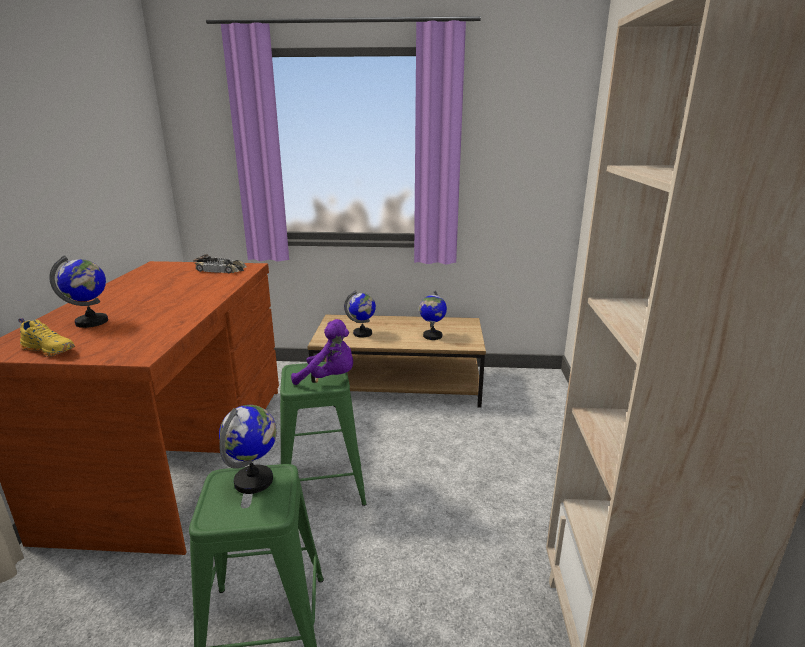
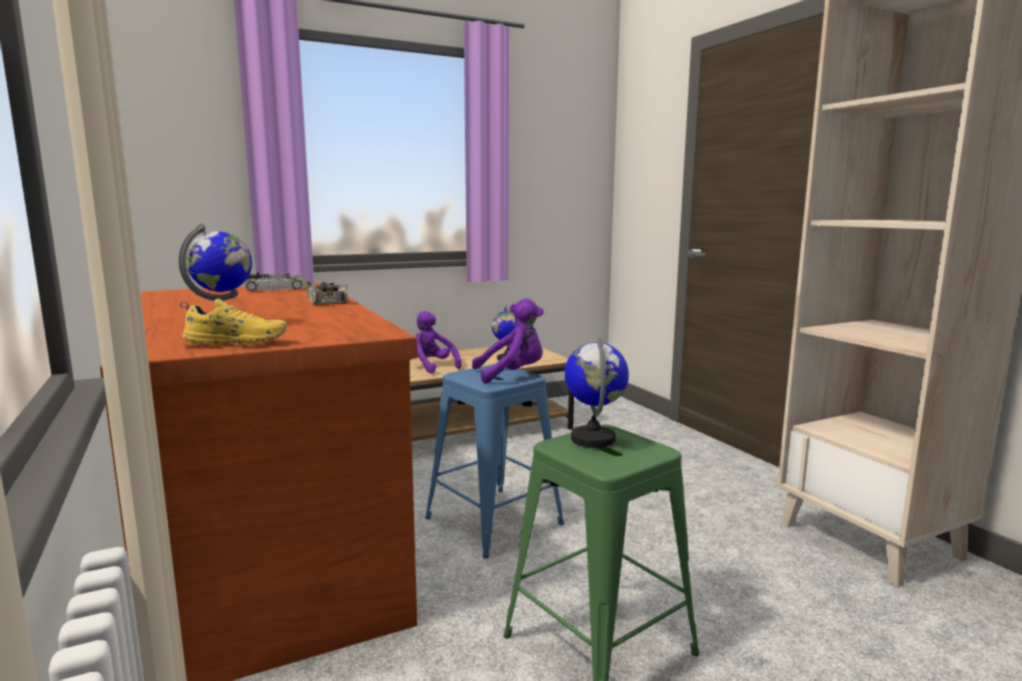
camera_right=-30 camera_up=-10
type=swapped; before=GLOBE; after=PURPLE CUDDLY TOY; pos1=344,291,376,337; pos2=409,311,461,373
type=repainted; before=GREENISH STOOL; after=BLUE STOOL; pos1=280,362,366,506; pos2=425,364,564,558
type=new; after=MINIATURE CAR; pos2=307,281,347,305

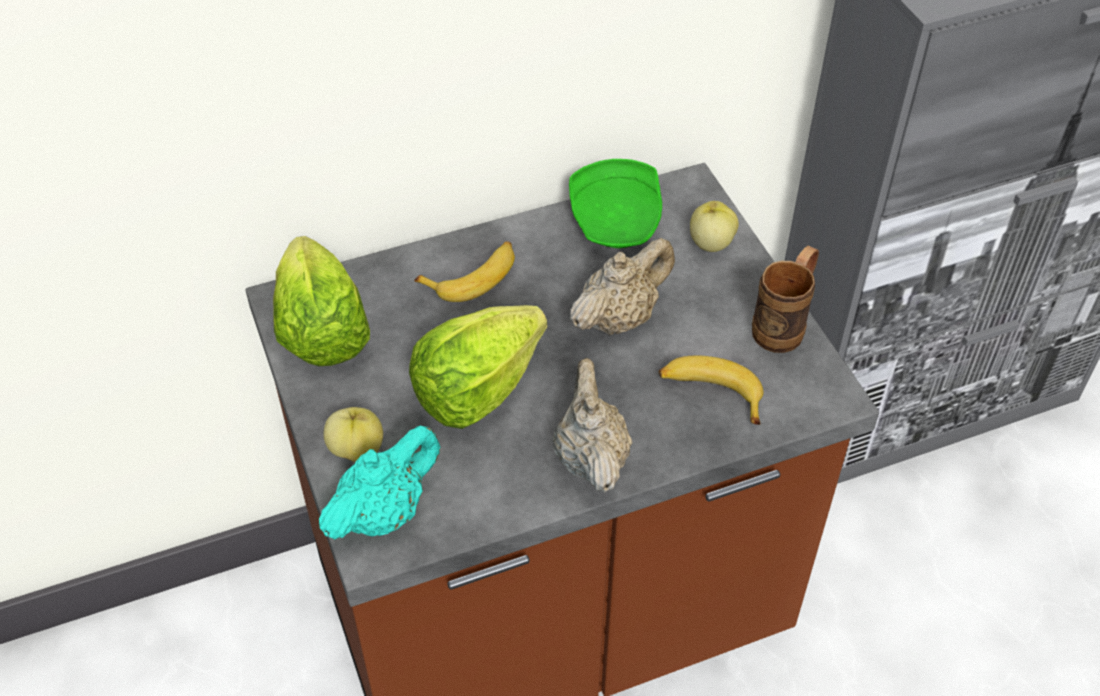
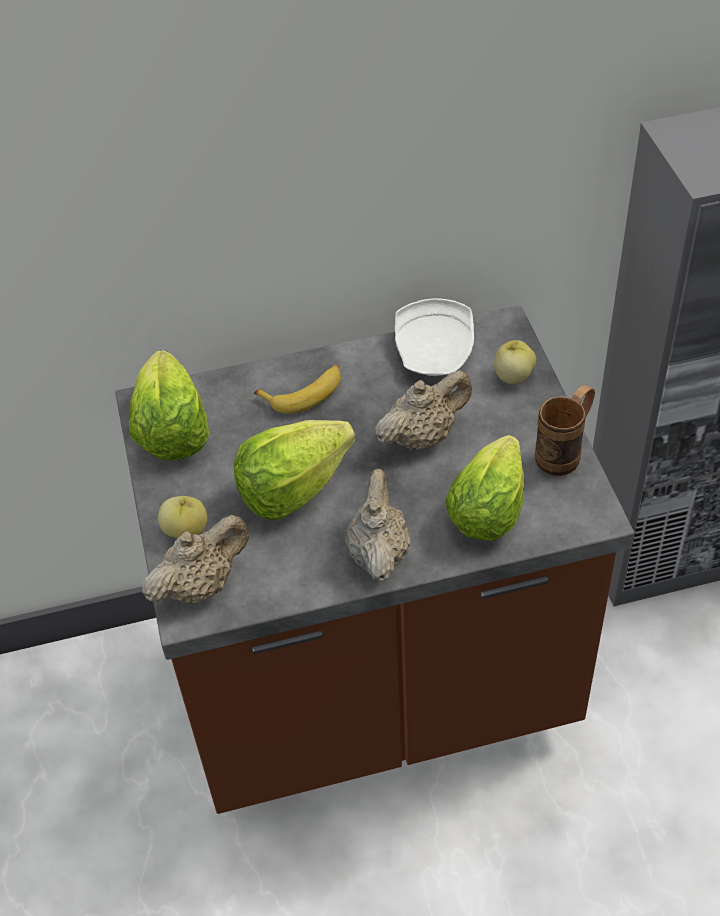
camera_right=10 camera_up=0
type=repainted; before=GREENISH DINNER PLATE; after=WHITE DINNER PLATE; pos1=569,159,662,248; pos2=395,298,474,376
type=swapped; before=BANANA FRUIT; after=LETTUCE; pos1=659,356,764,425; pos2=445,435,524,541
type=repainted; before=BLUE-GREEN POT FOR TEA; after=SAND-COLOURED POT FOR TEA; pos1=319,426,440,540; pos2=142,515,249,604

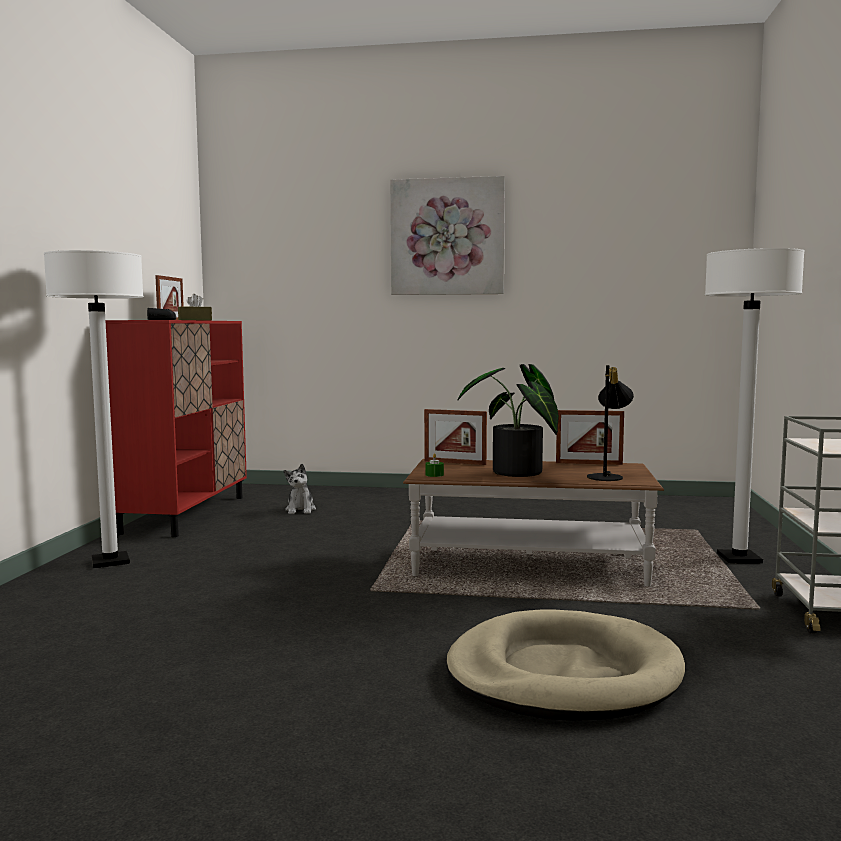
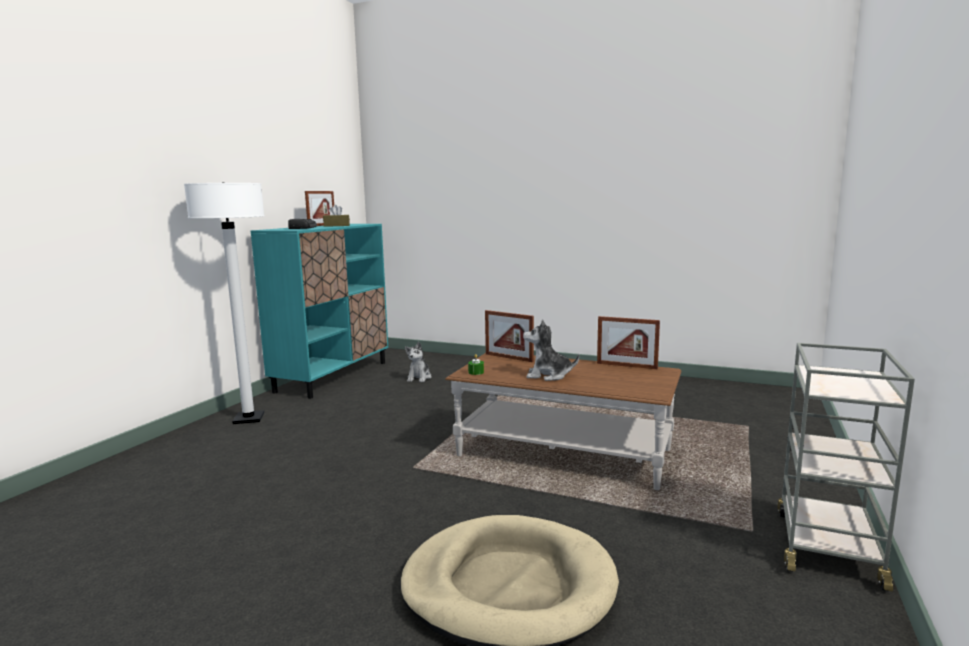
camera_right=15 camera_up=5
type=gone; before=WALL ART; pos1=390,176,505,295
type=gone; before=WHITE STANDARD LAMP; pos1=705,248,805,564
type=repainted; before=RED-COLOURED CABINET; after=BLUE-GREEN CABINET; pos1=105,320,247,537; pos2=251,224,388,399
type=swapped; before=POTTED PLANT; after=CUDDLY TOY; pos1=458,364,559,477; pos2=523,319,579,381
type=gone; before=BLACK-COLOURED TABLE LAMP; pos1=587,365,634,481

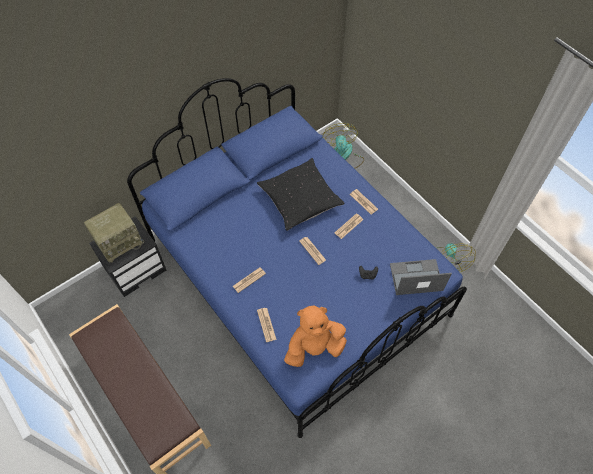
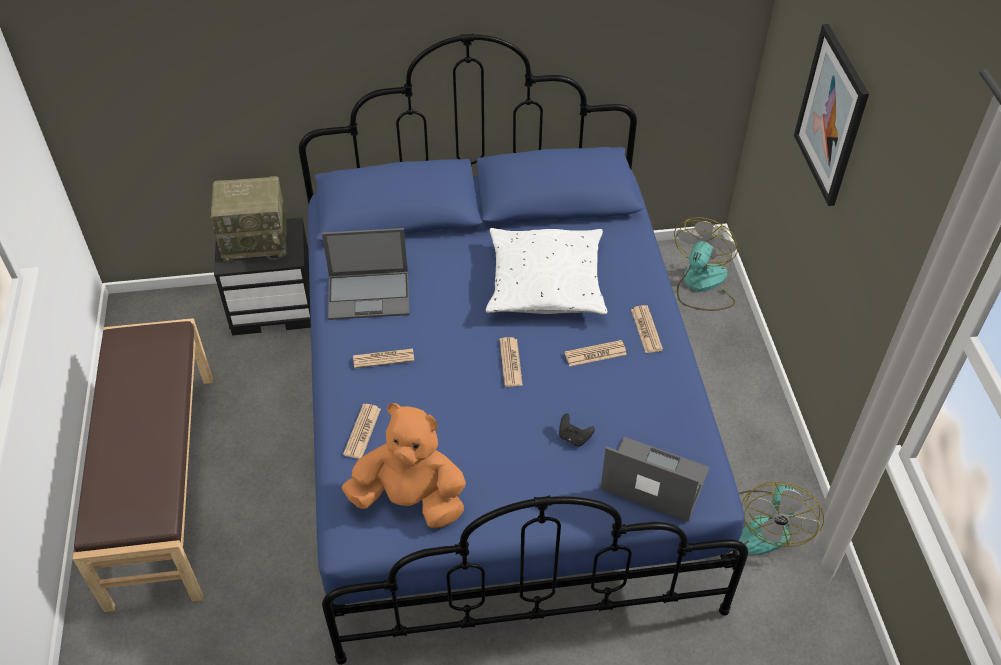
camera_right=30 camera_up=-10
type=repainted; before=BLACK-COLOURED THROW PILLOW; after=WHITE THROW PILLOW; pos1=257,158,345,231; pos2=486,228,607,315
type=new; after=WALL ART; pos2=794,24,869,206
type=new; after=NOTEBOOK COMPUTER; pos2=322,228,409,320

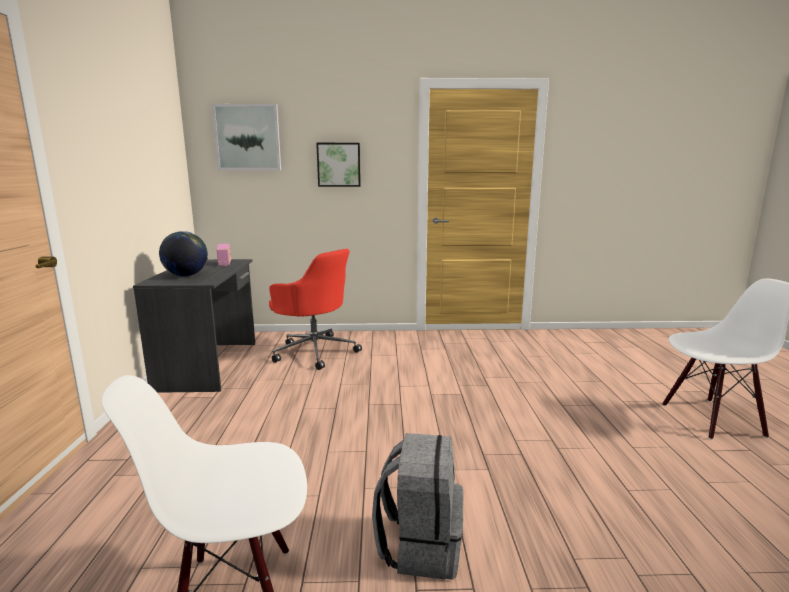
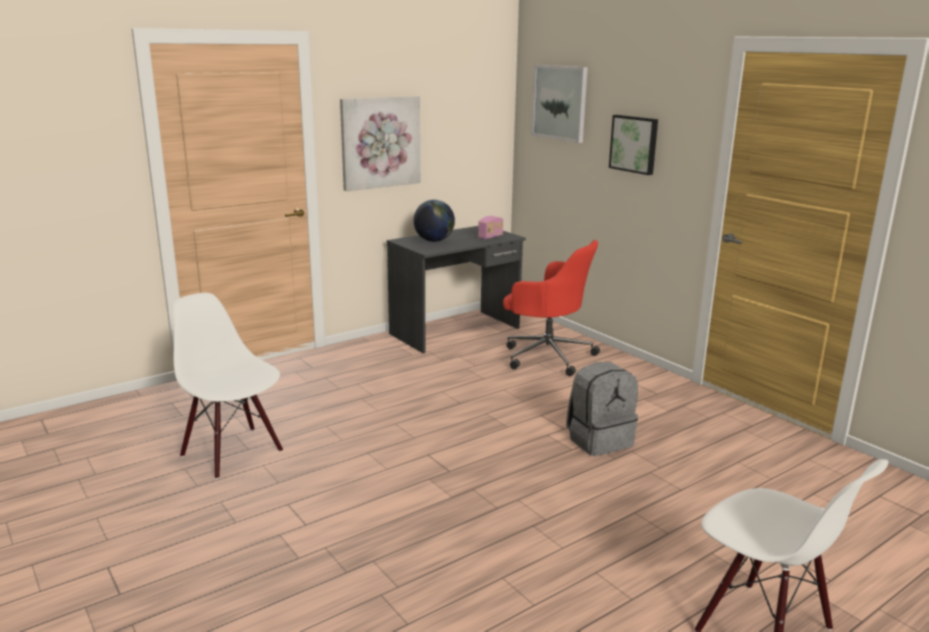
camera_right=55 camera_up=5
type=rotated; before=RED-COLOURED OFFICE CHAIR; pos1=269,249,362,370; pos2=503,240,600,376; turn=-60
type=shifted; before=GREY RUCKSACK; pos1=372,433,463,580; pos2=566,362,638,456
type=new; after=WALL ART; pos2=340,96,420,191

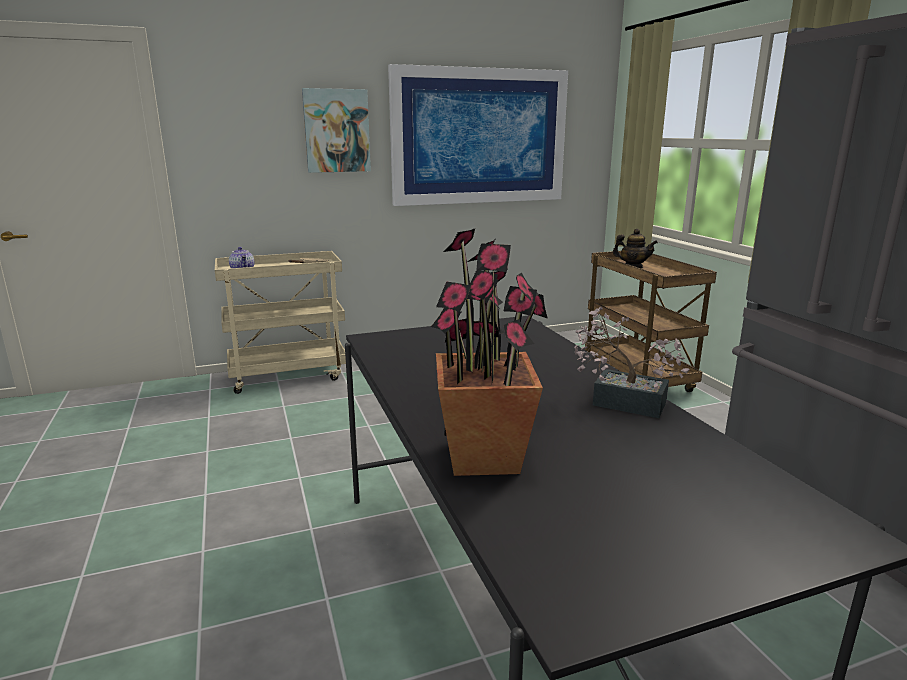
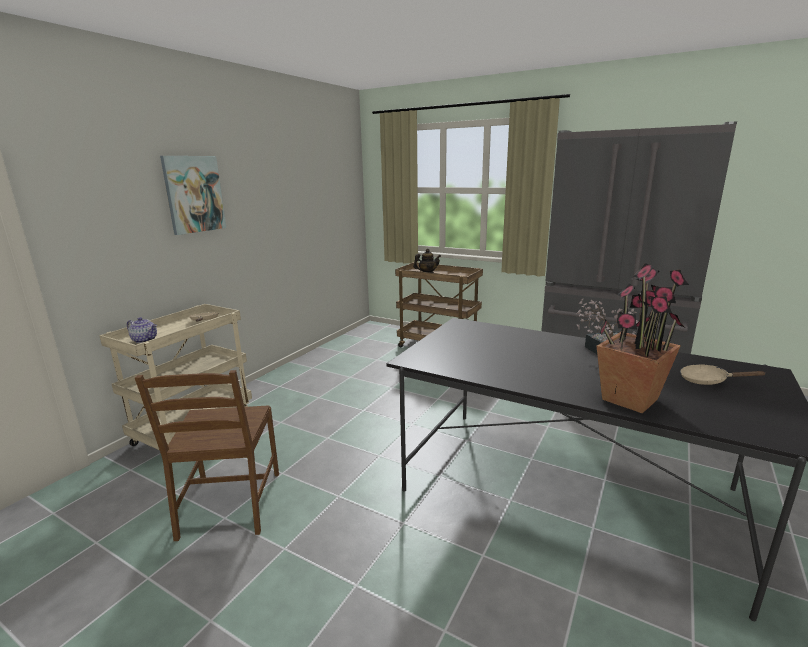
camera_right=-40 camera_up=0
type=gone; before=WALL ART; pos1=388,64,568,206
type=new; after=SAND-COLOURED FRYING PAN; pos2=680,364,765,385
type=new; after=BROWN-COLOURED PLAIN CHAIR; pos2=135,370,279,541

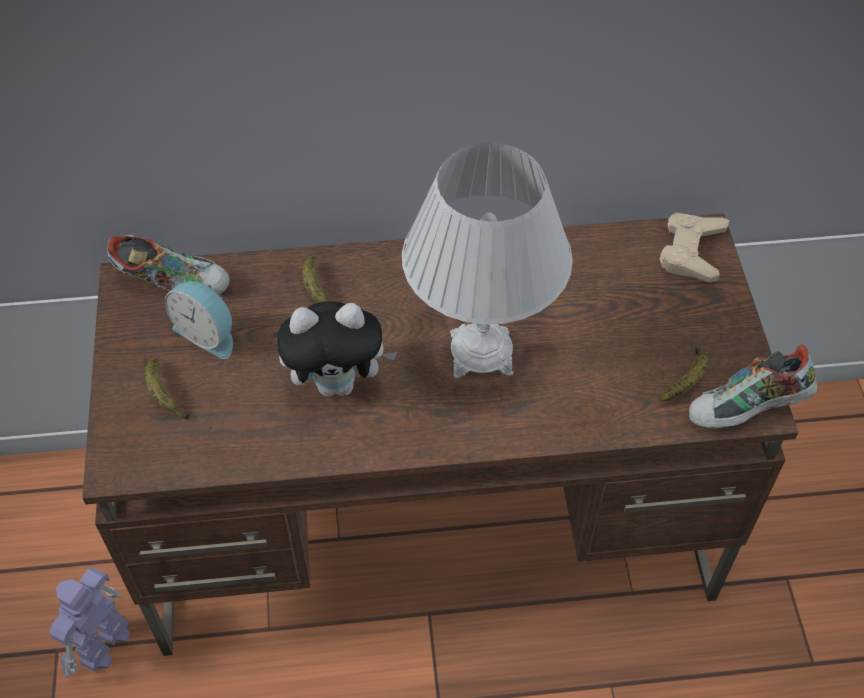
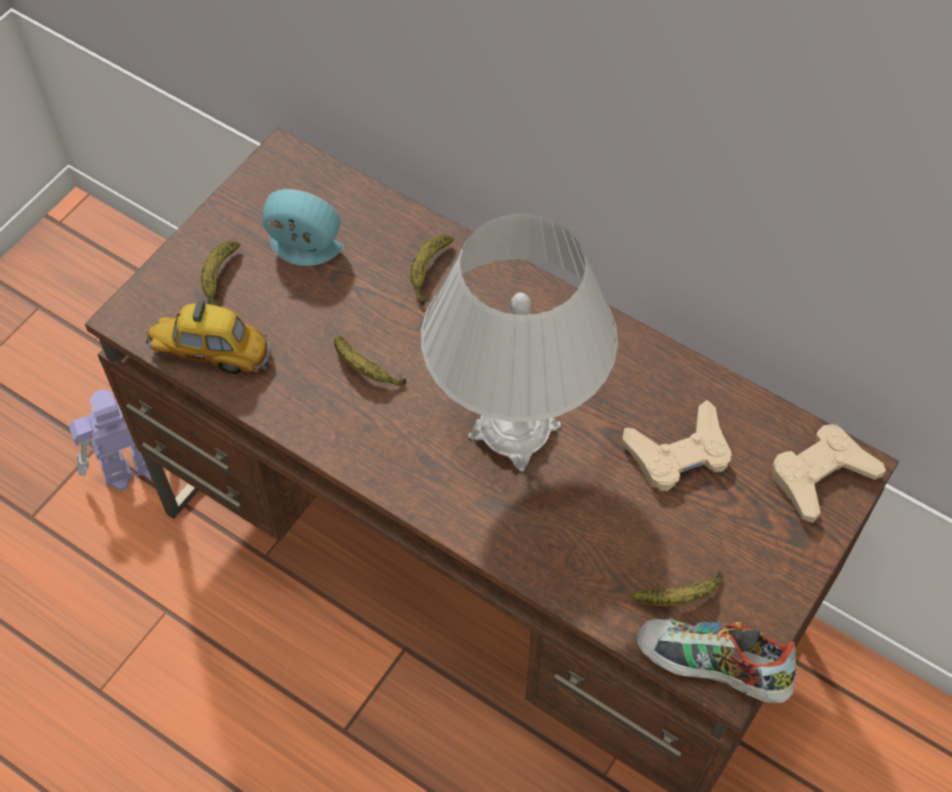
camera_right=40 camera_up=5
type=gone; before=LOW SHOE; pos1=107,235,230,294
type=rotated; before=BEDSIDE CLOCK; pos1=165,281,233,359; pos2=262,189,344,266; turn=120
type=swapped; before=CUDDLY TOY; after=BANANA FRUIT; pos1=277,301,398,397; pos2=334,336,406,386
type=new; after=MINIATURE CAR; pos2=146,300,271,374
type=new; after=SAND-COLOURED GAME CONTROLLER; pos2=622,400,732,491

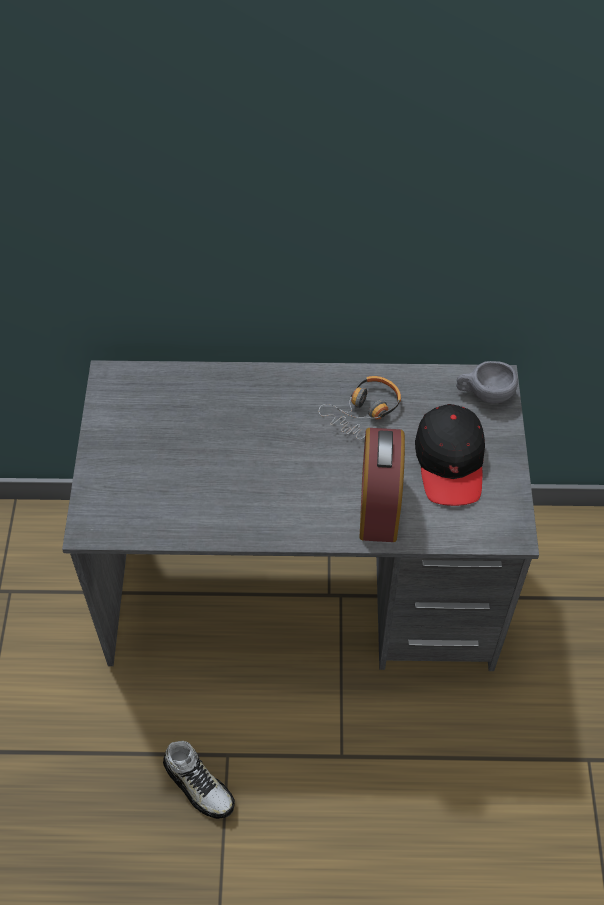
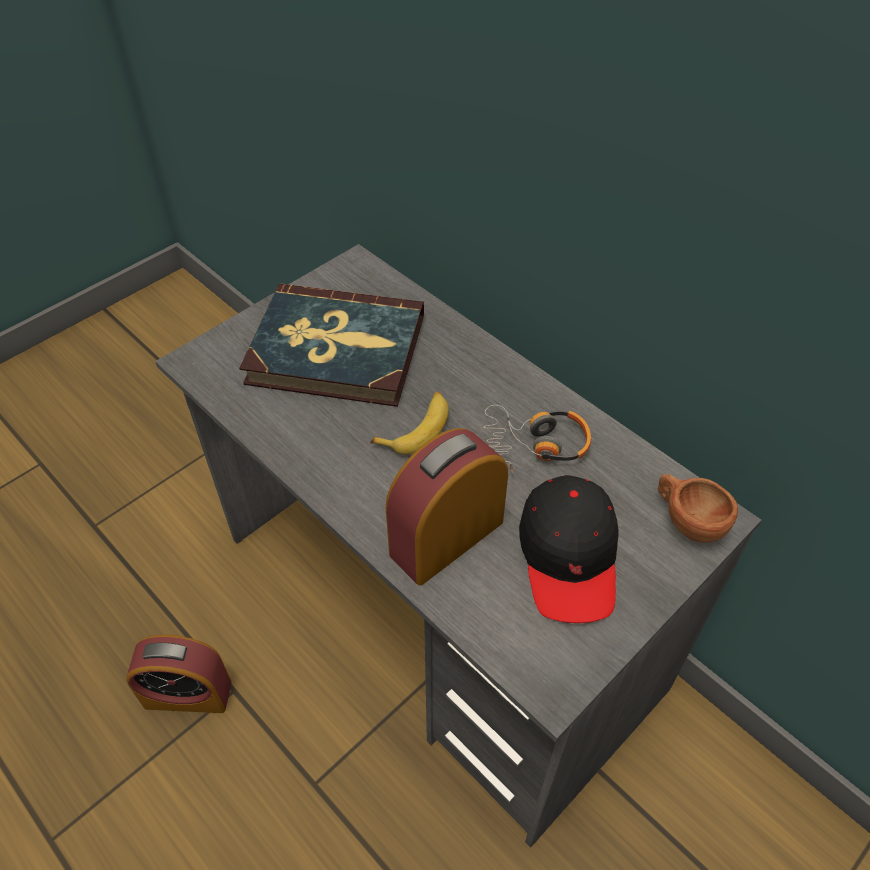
camera_right=45 camera_up=-5
type=repainted; before=GREY DRINKING CUP; after=BROWN-COLOURED DRINKING CUP; pos1=456,361,518,404; pos2=658,474,738,542
type=rotated; before=BLACK-COLOURED BASEBALL CAP; pos1=415,404,485,506; pos2=519,475,619,623; turn=-45
type=swapped; before=LOW SHOE; after=BEDSIDE CLOCK; pos1=163,741,235,819; pos2=126,635,231,713
type=new; after=BOOK; pos2=239,283,424,407
type=new; after=BANANA FRUIT; pos2=370,392,449,455

